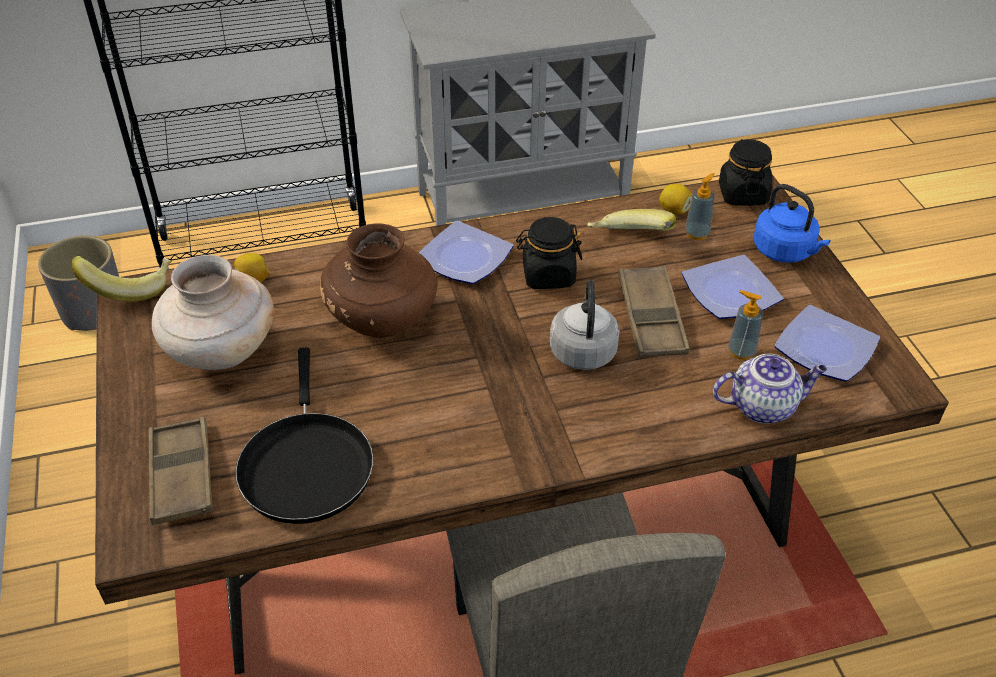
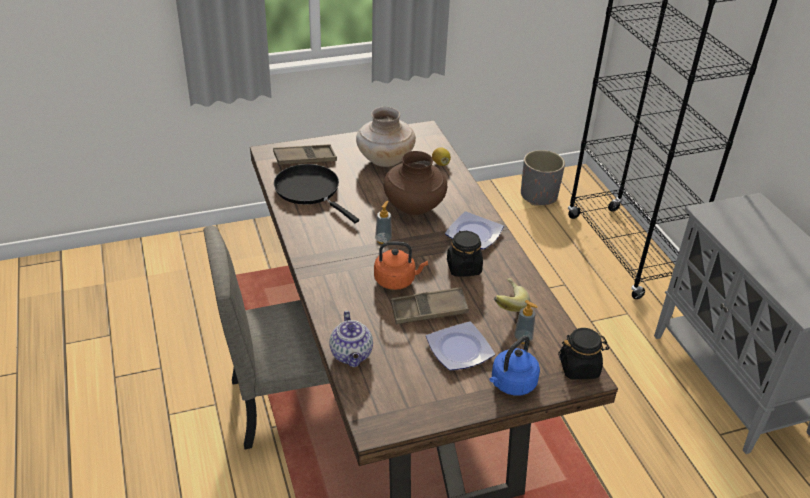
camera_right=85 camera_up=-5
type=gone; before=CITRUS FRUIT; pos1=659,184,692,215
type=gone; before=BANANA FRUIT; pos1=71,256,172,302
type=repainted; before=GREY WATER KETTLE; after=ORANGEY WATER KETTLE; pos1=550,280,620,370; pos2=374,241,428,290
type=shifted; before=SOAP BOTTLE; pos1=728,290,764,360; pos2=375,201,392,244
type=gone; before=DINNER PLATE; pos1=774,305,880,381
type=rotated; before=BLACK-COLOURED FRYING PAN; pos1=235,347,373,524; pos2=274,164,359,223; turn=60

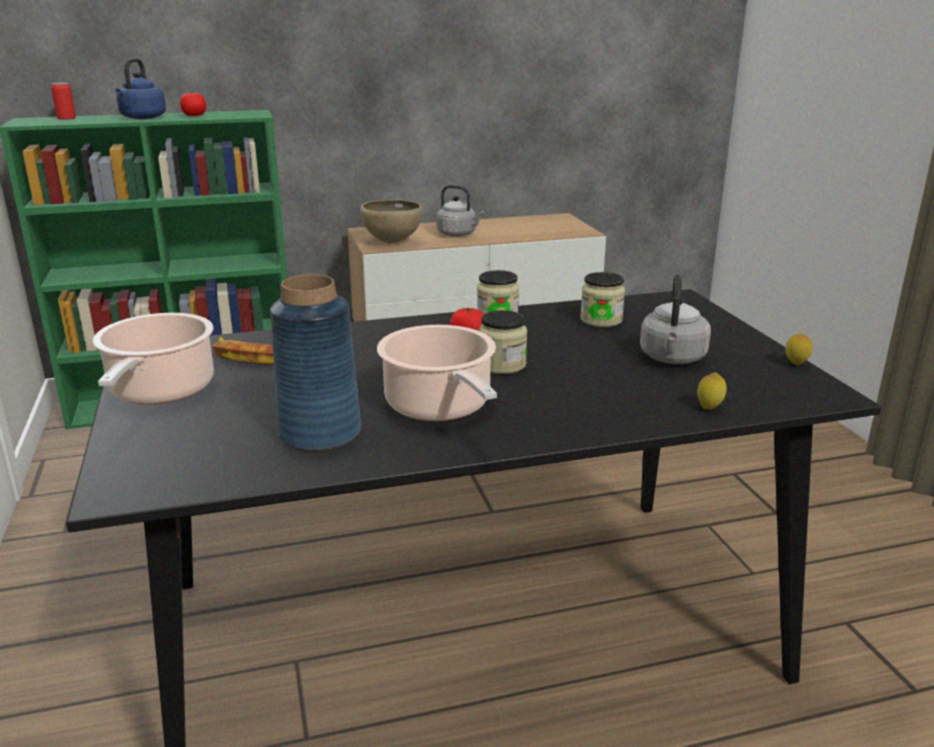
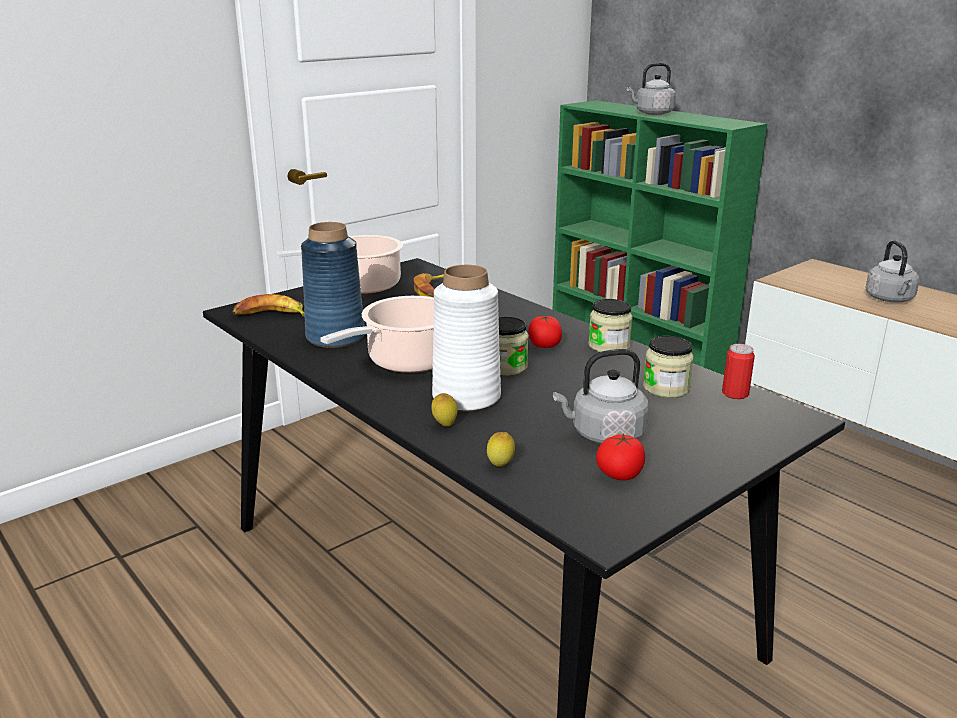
camera_right=65 camera_up=0
type=repainted; before=BLUE WATER KETTLE; after=GREY WATER KETTLE; pos1=115,58,166,119; pos2=627,63,676,115
type=shifted; before=METAL CAN; pos1=51,82,76,120; pos2=722,344,755,399
type=shifted; before=TOMATO; pos1=180,92,206,116; pos2=596,434,645,480
type=gone; before=BROWN-COLOURED DEEP DISH; pos1=360,200,423,243
type=shifted; before=CITRUS FRUIT; pos1=785,334,813,365; pos2=431,393,458,427
type=new; after=WHITE VASE; pos2=432,265,501,412
type=new; after=BANANA FRUIT; pos2=233,294,305,316

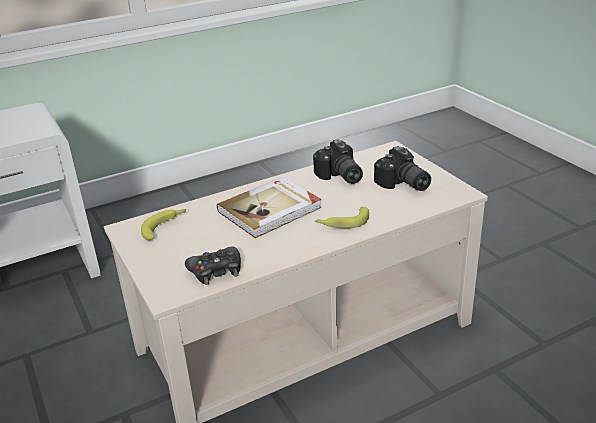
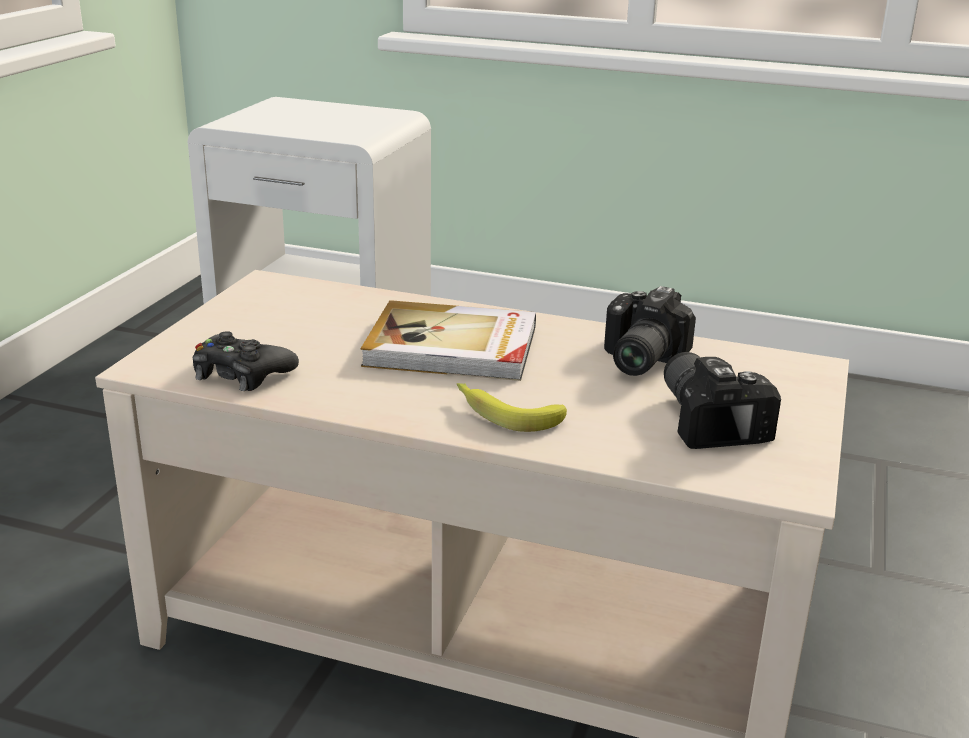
camera_right=45 camera_up=-5
type=rotated; before=STILL CAMERA; pos1=374,146,431,191; pos2=664,352,781,449; turn=150
type=gone; before=BANANA FRUIT; pos1=141,209,186,240

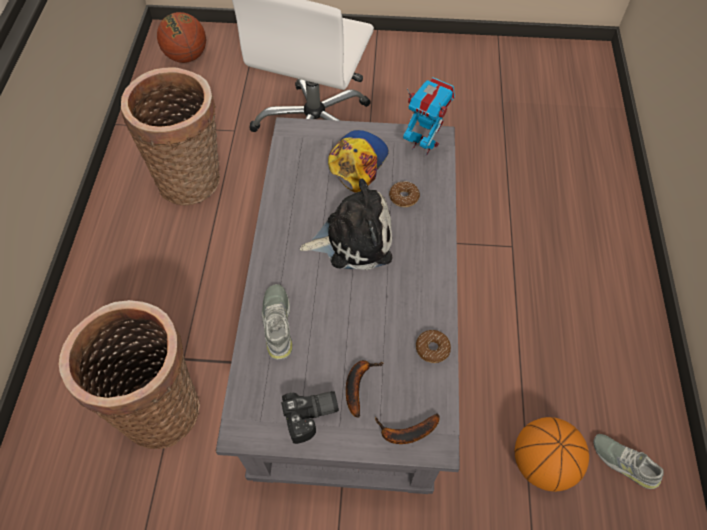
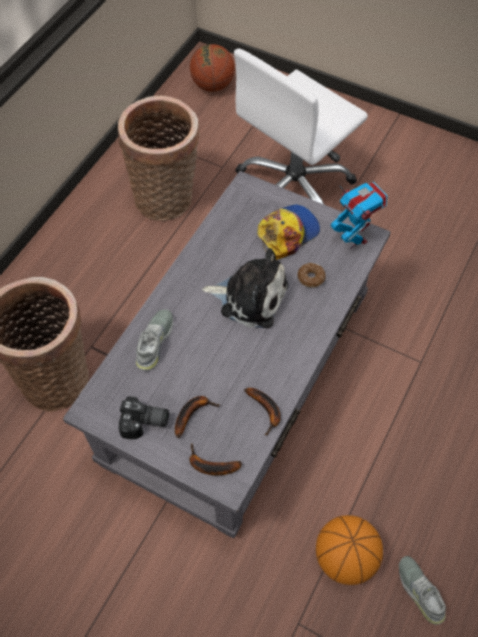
camera_right=25 camera_up=0
type=swapped; before=DONUT; after=BANANA FRUIT; pos1=416,330,451,363; pos2=244,388,281,435

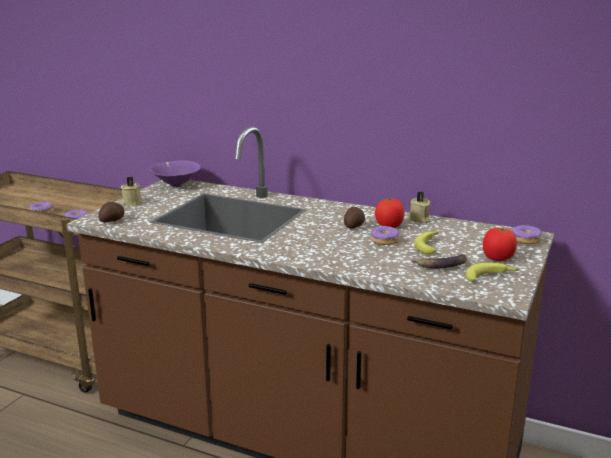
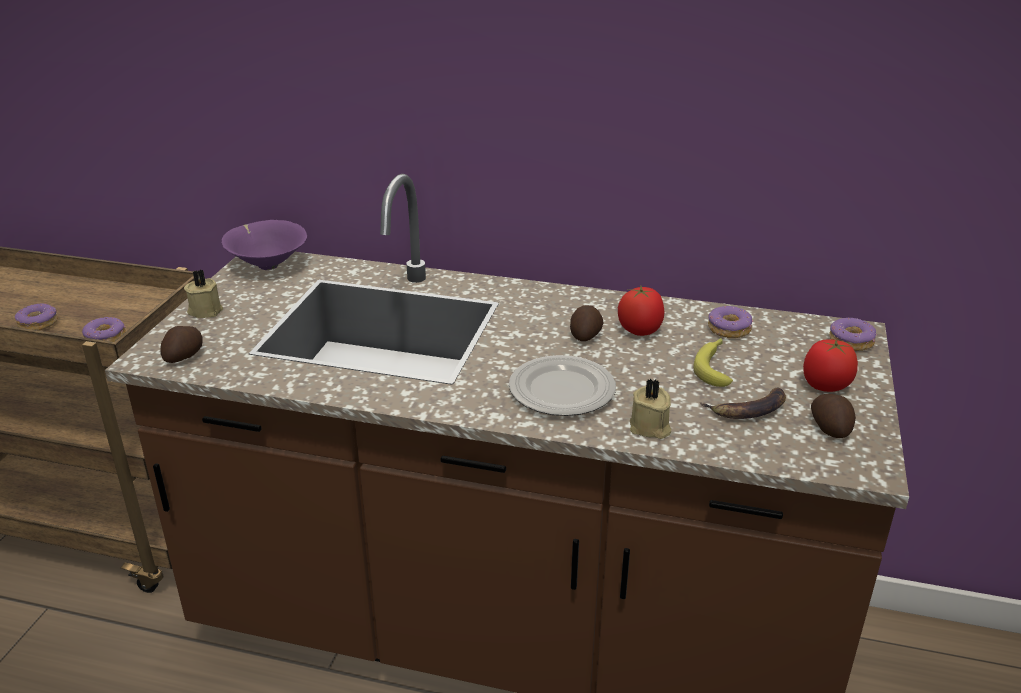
camera_right=-10 camera_up=10
type=shifted; before=SAND-COLOURED WAX LIGHT; pos1=409,191,430,223; pos2=630,379,671,439
type=shifted; before=DONUT; pos1=371,226,400,245; pos2=708,306,753,338
type=swapped; before=BANANA FRUIT; after=WHOLE POTATO; pos1=466,263,519,282; pos2=811,394,856,438
type=new; after=DINNER PLATE; pos2=509,355,616,416

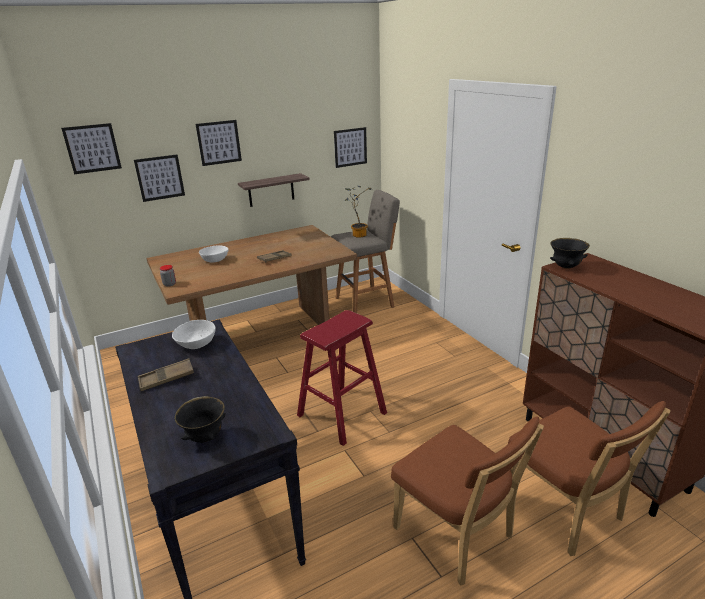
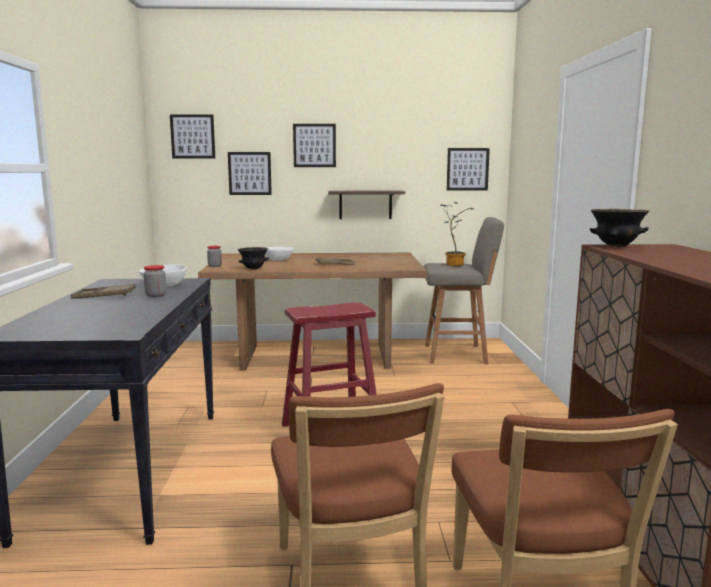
camera_right=25 camera_up=-15
type=shifted; before=BLACK-COLOURED DEEP DISH; pos1=175,396,226,443; pos2=238,247,269,270
type=new; after=STORAGE JAR; pos2=144,265,166,297

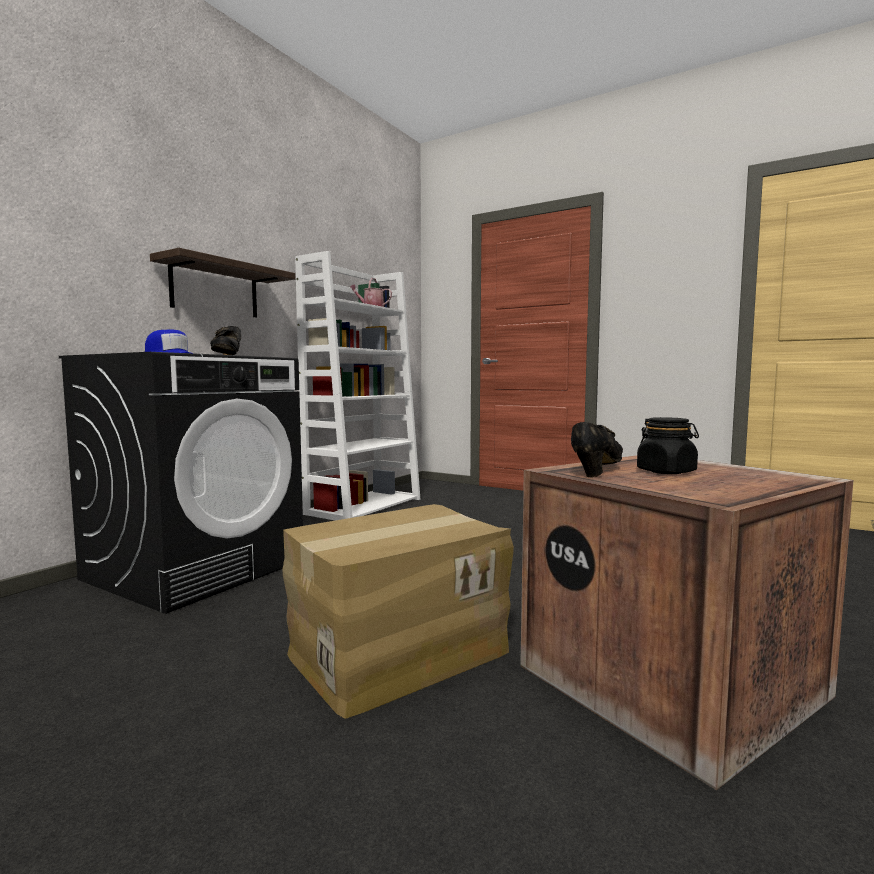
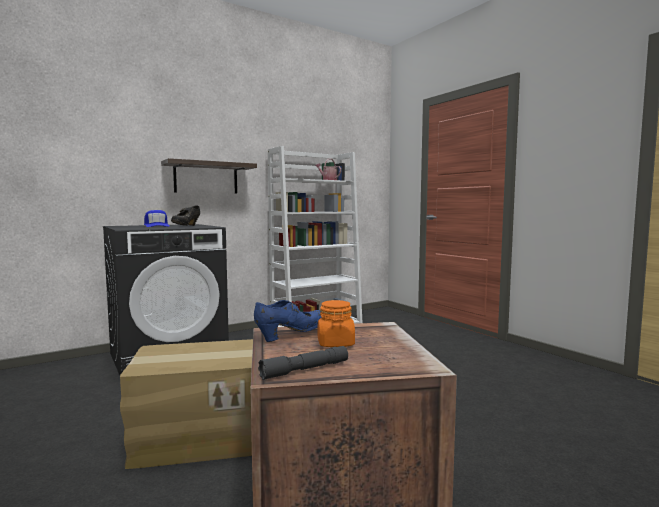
camera_right=25 camera_up=0
type=repainted; before=BLACK-COLOURED STORAGE JAR; after=ORANGEY STORAGE JAR; pos1=637,417,699,474; pos2=318,300,355,347
type=repainted; before=BLACK-COLOURED LOW SHOE; after=BLUE LOW SHOE; pos1=571,422,623,477; pos2=254,300,321,342
type=new; after=GREY FLASHLIGHT; pos2=258,346,348,380

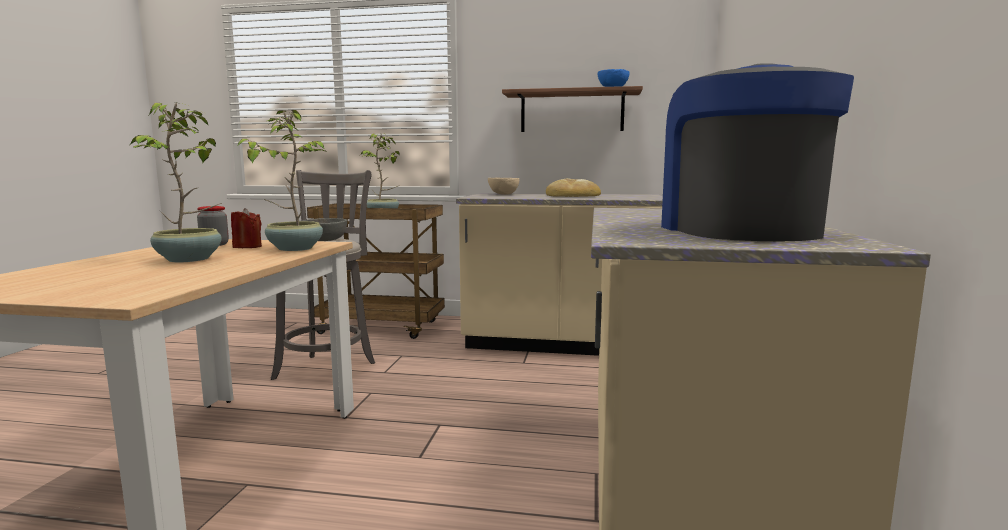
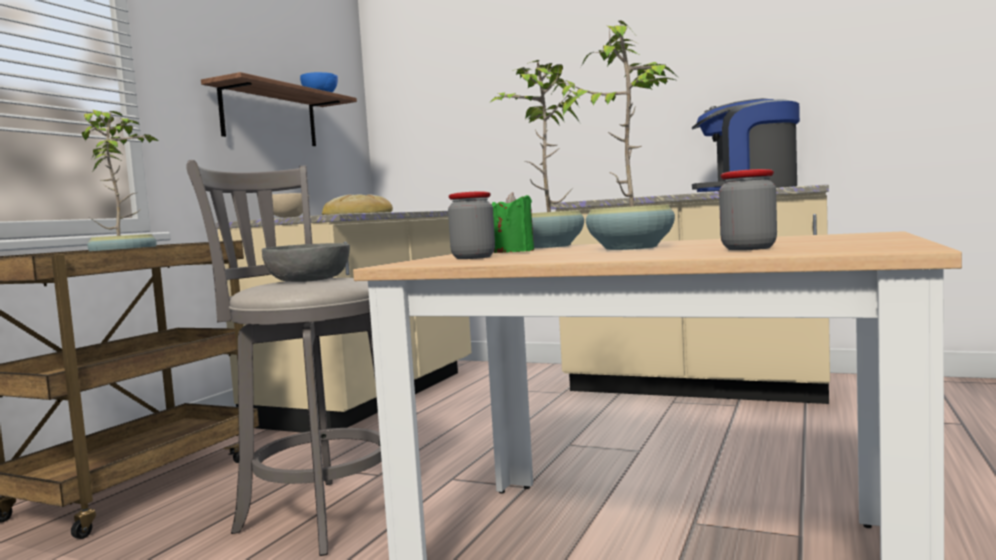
camera_right=-75 camera_up=-5
type=repainted; before=RED-COLOURED WAX LIGHT; after=GREENISH WAX LIGHT; pos1=231,208,262,248; pos2=492,192,534,253
type=new; after=STORAGE JAR; pos2=719,169,777,250

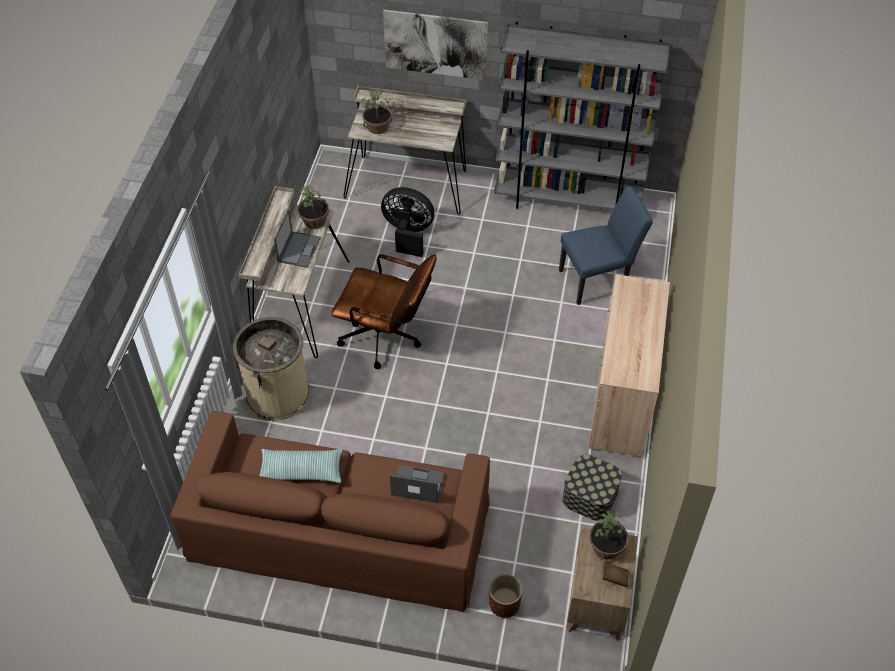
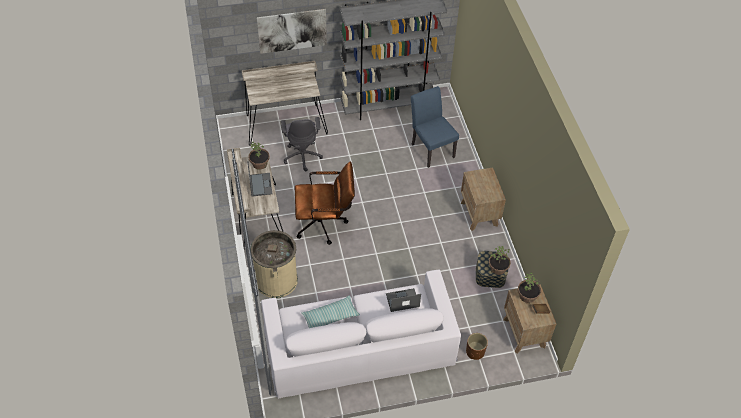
camera_right=-25 camera_up=0
type=shifted; before=POTTED PLANT; pos1=362,90,392,134; pos2=489,246,511,275
type=rotated; before=BLUE PLAIN CHAIR; pos1=559,186,653,305; pos2=411,86,459,168; turn=-75
type=swapped; before=BLACK-COLOURED ELECTRIC FAN; after=GREY OFFICE CHAIR; pos1=381,187,434,257; pos2=281,117,323,171
type=swapped; before=SAND-COLOURED CABINET; after=BROWN-COLOURED NIGHTSTAND; pos1=589,274,670,458; pos2=461,168,506,231
type=repainted; before=BROWN-COLOURED SETTEE; after=WHITE SETTEE; pos1=171,411,490,612; pos2=261,270,461,399

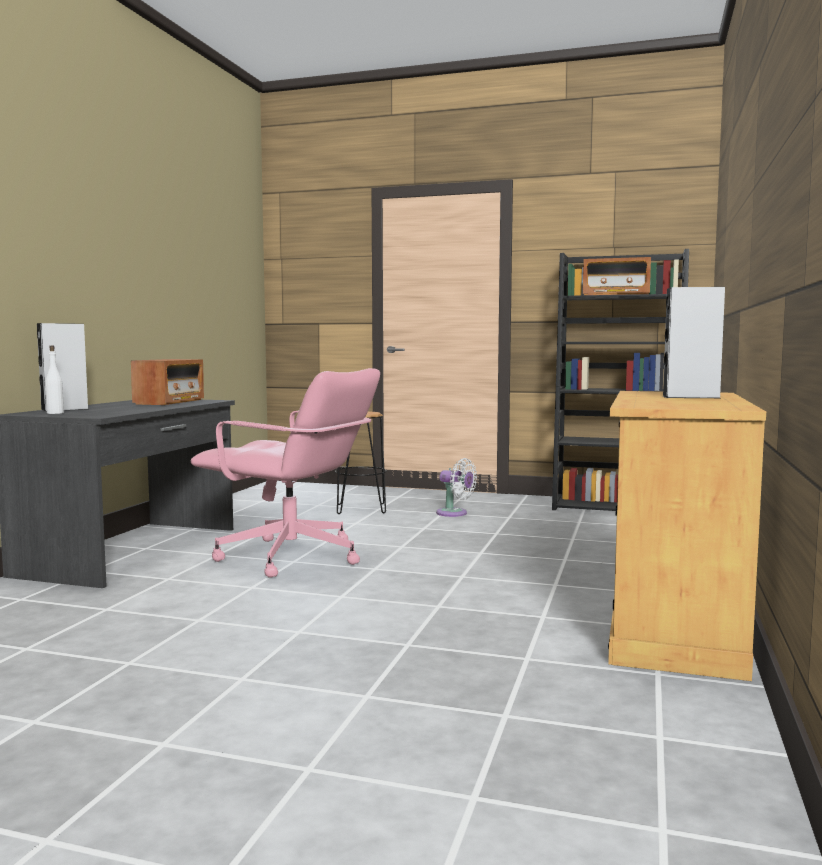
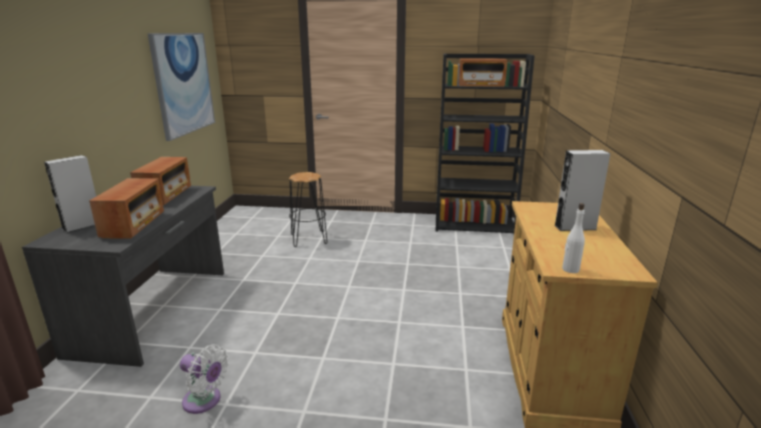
camera_right=-10 camera_up=15
type=shifted; before=WHITE BEVERAGE BOTTLE; pos1=45,345,64,414; pos2=562,203,585,273
type=gone; before=PINKISH OFFICE CHAIR; pos1=191,368,380,578
type=shifted; before=WHITE ELECTRIC FAN; pos1=436,458,477,517; pos2=180,344,229,414
type=new; after=WALL ART; pos2=147,33,215,141
type=new; after=RADIO; pos2=89,178,164,238

